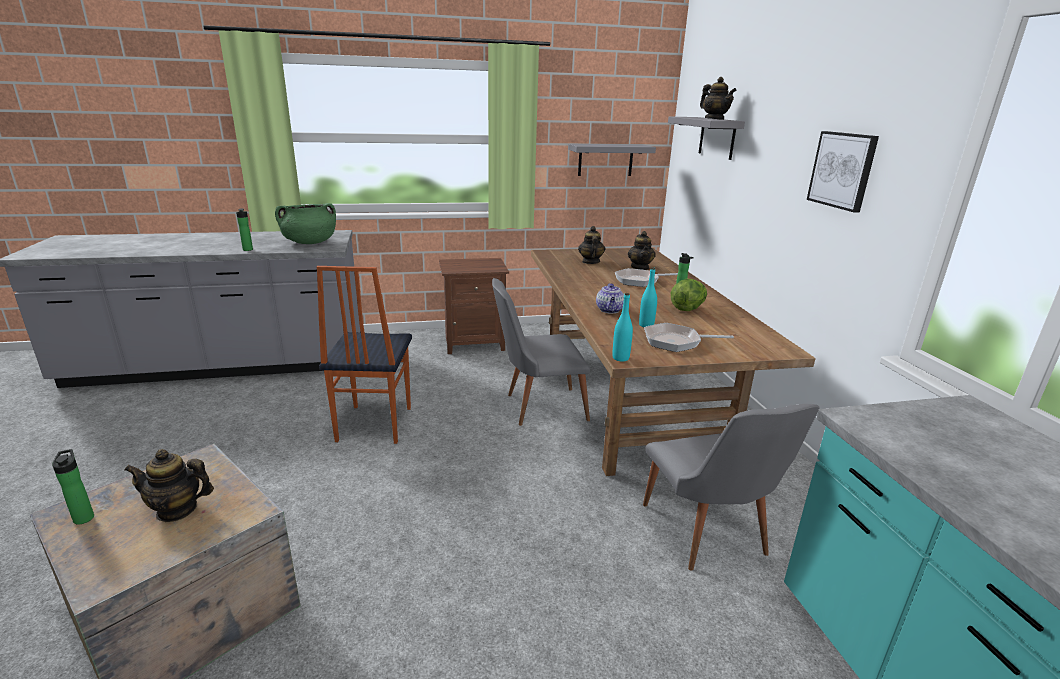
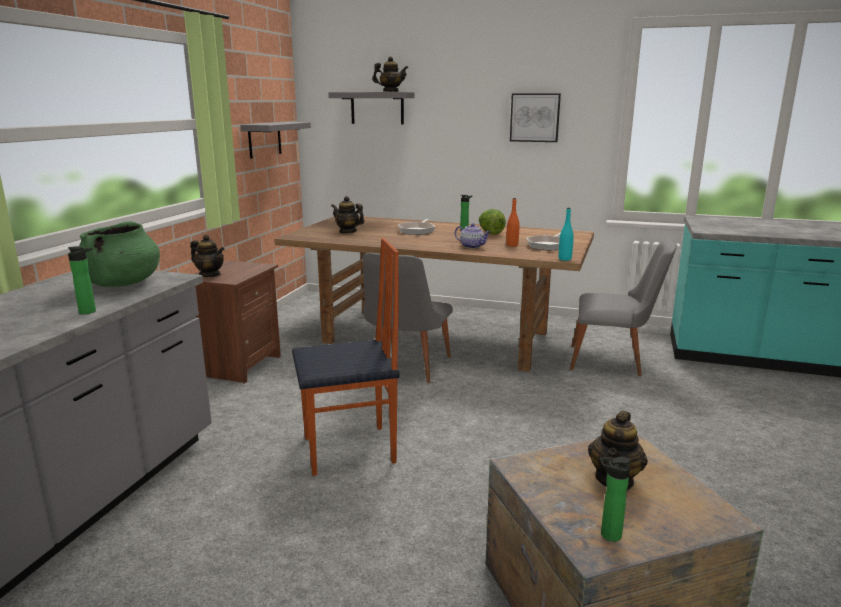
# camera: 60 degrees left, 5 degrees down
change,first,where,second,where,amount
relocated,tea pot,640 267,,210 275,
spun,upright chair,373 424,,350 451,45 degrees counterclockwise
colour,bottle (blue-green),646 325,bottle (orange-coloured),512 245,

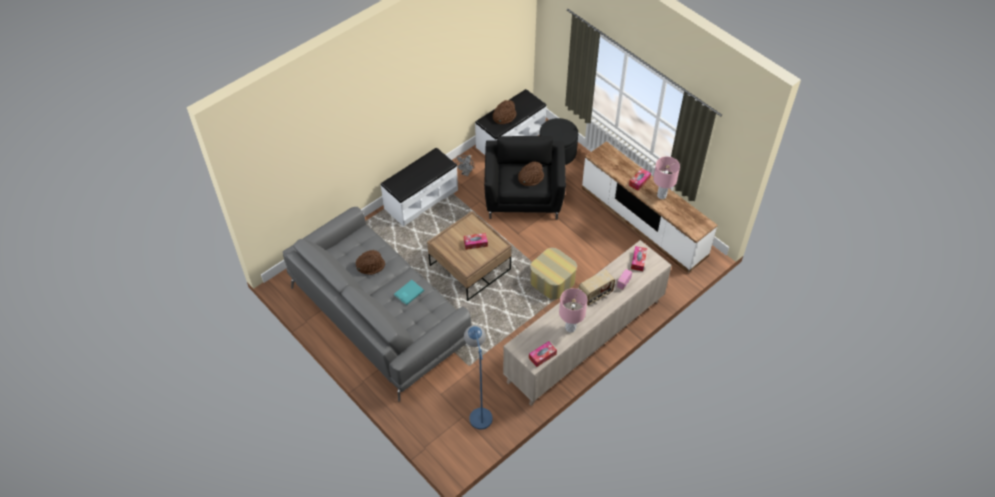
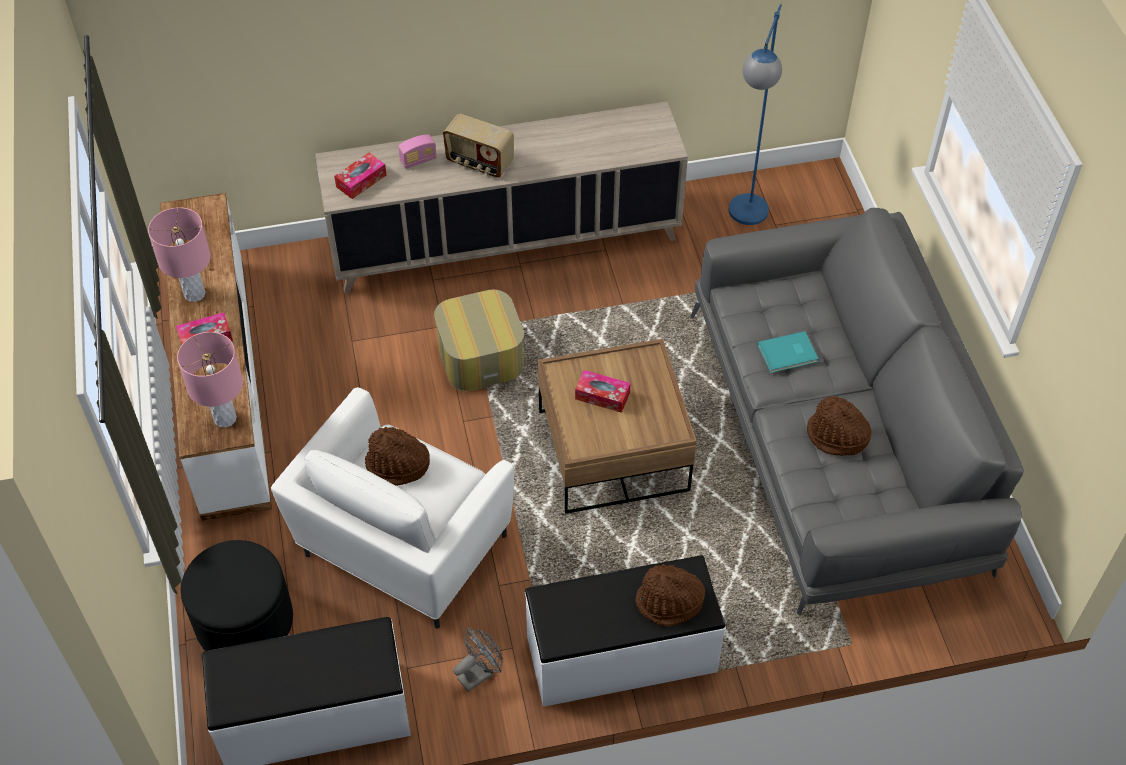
# camera: 150 degrees left, 0 degrees up
change,first,where,second,where,amount
relocated,table lamp (pink),570 328,,225 418,
colour,armchair (blackish),524 197,armchair (white),402 547,
spun,radio receiver,595 294,,479 163,150 degrees counterclockwise
relocated,clothing hat (brownish),504 116,,669 603,
missing,box of tissues,542 356,,,

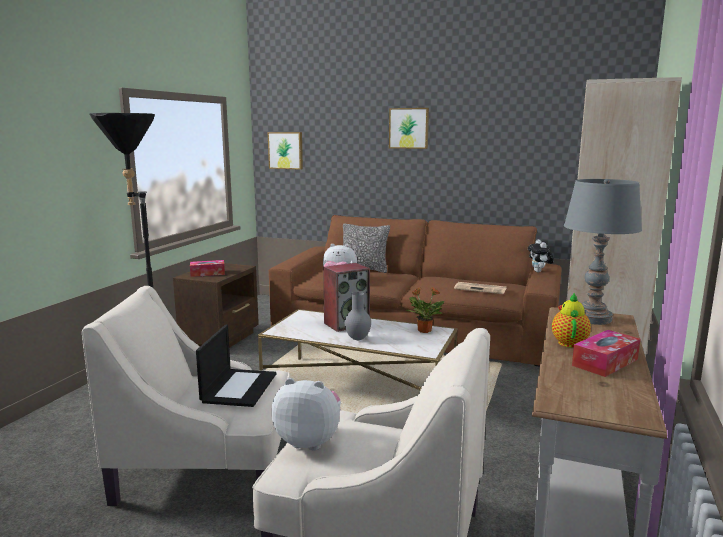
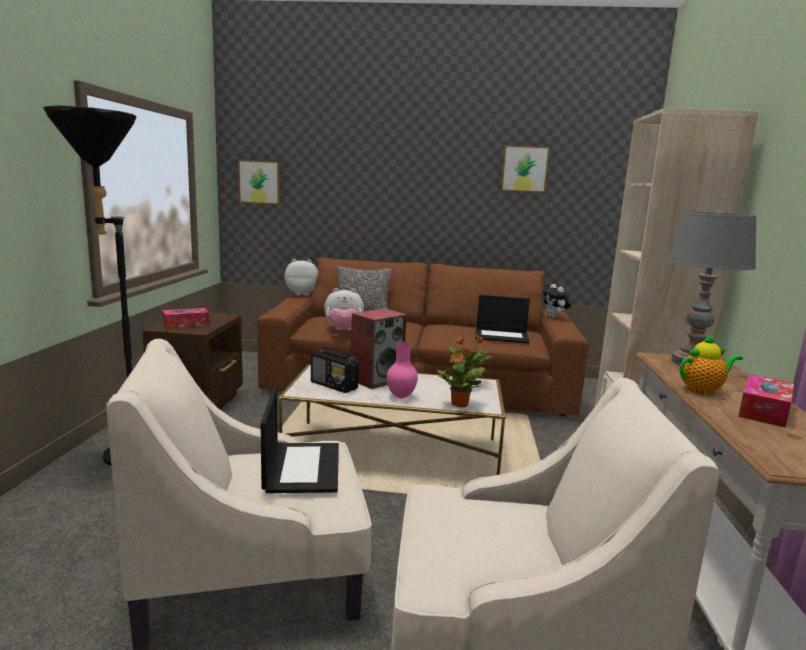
# camera: 15 degrees left, 0 degrees up
change,first,where,second,where,amount
relocated,plush toy,309 441,,302 294,
appeared,,,radio receiver,334 386,
colour,flower vase (grey),357 339,flower vase (pink),400 396,
appeared,,,plant in a pot,459 404,
exchanged,printed paper,481 289,portable computer,502 336,
relocated,wall art,409 128,,524 169,
spun,tea pot,569 342,,703 390,75 degrees clockwise

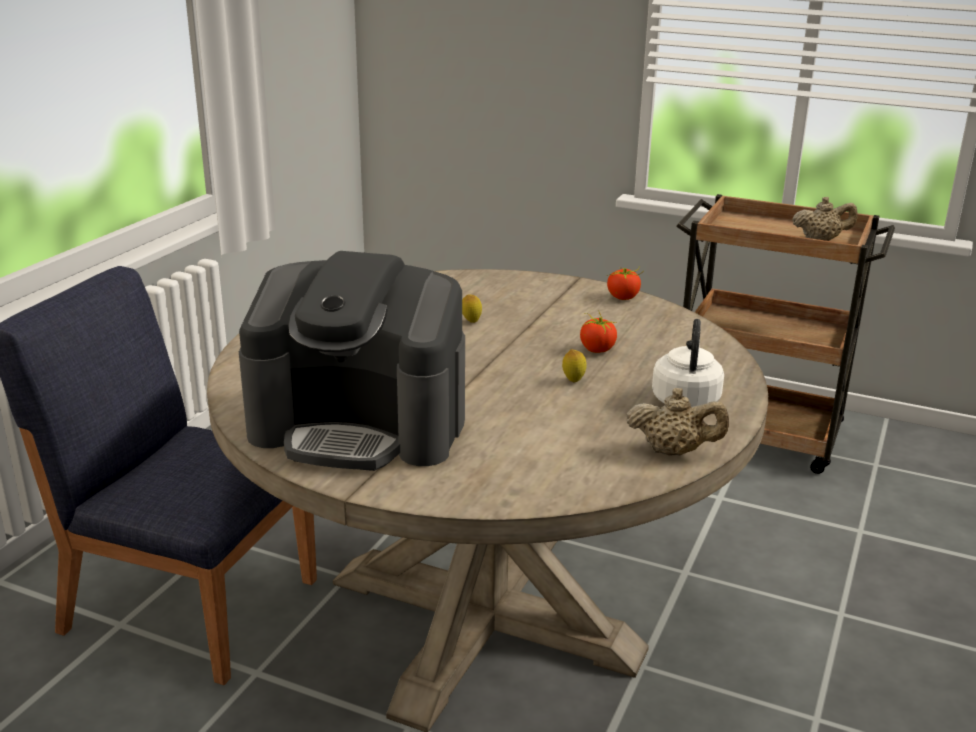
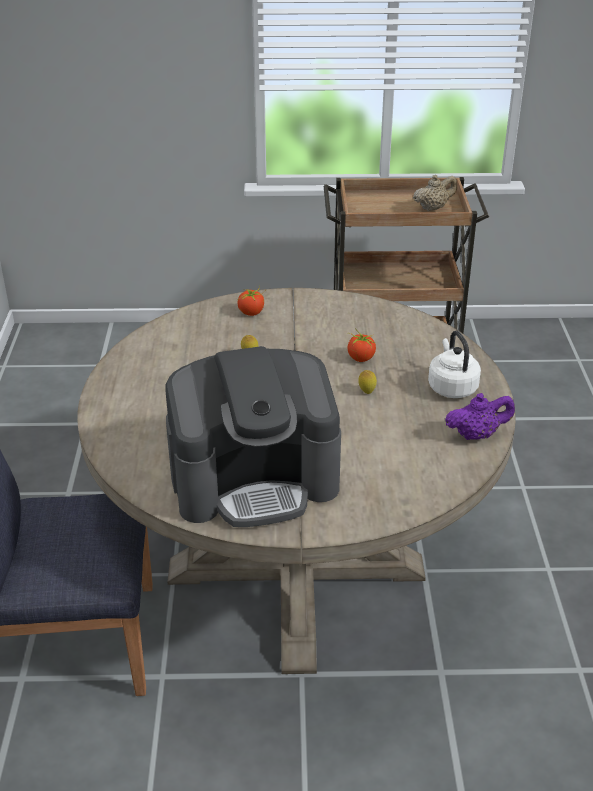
# camera: 25 degrees left, 10 degrees up
change,first,where,second,where,amount
relocated,tomato,623 297,,251 312,
colour,tea pot (beige),673 451,tea pot (purplish),477 435,

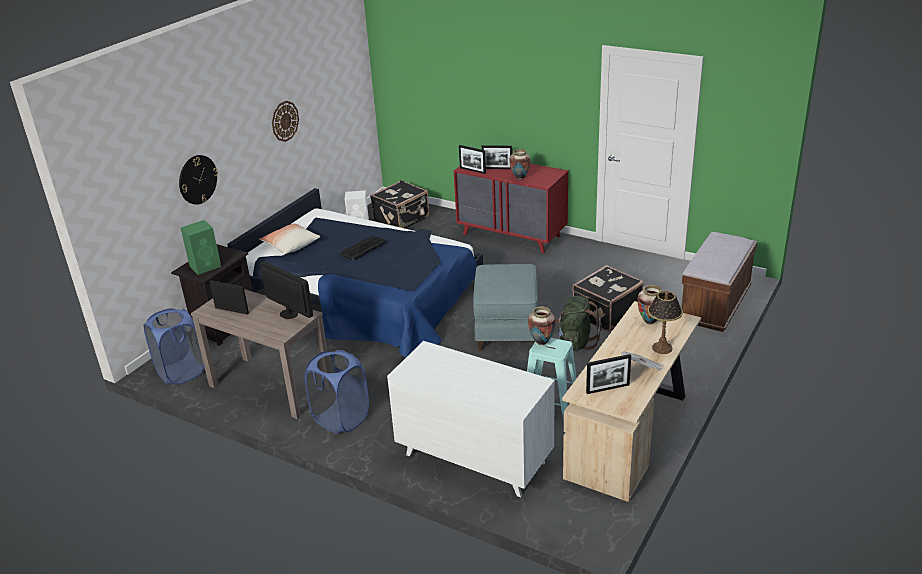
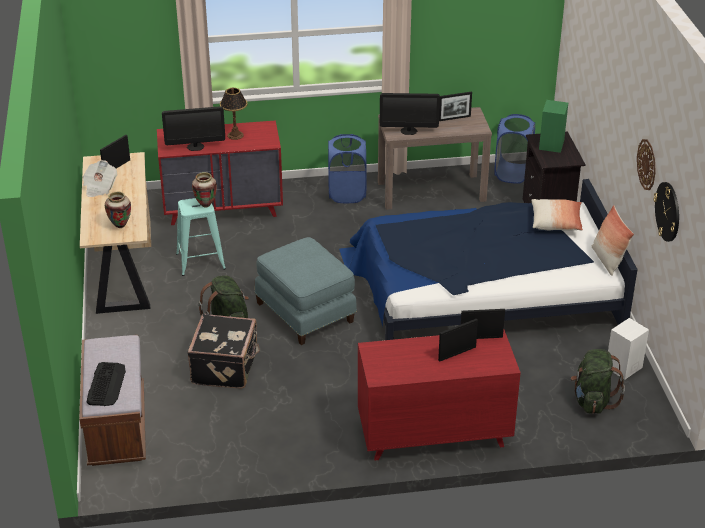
# camera: 140 degrees right, 5 degrees up
change,first,where,second,where,amount
relocated,keyboard,363 248,,106 384,
colour,chest of drawers (white),473 458,chest of drawers (reddish),223 208,
appeared,,,monitor,195 147,
relocated,table lamp,662 348,,235 135,
exchanged,piece of luggage (blackish),402 220,rucksack (green-coloured),592 401,
appeared,,,pillow,607 260,
relocated,clock on the wall,197 179,,668 211,
missing,flower vase,520 178,,,

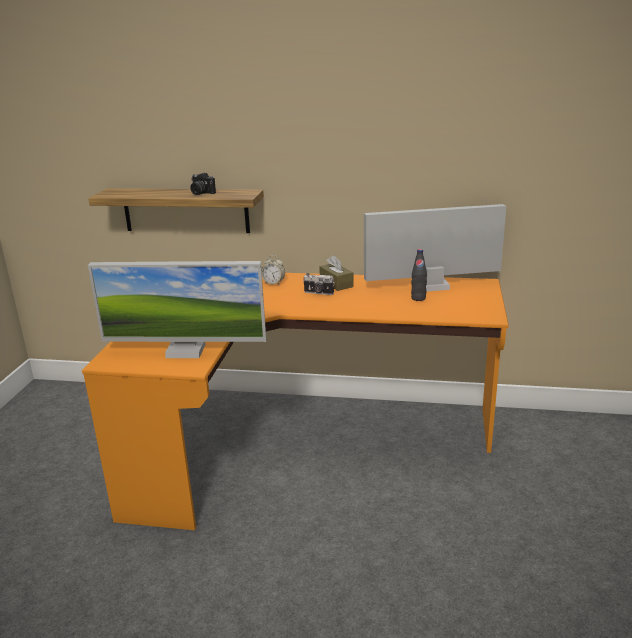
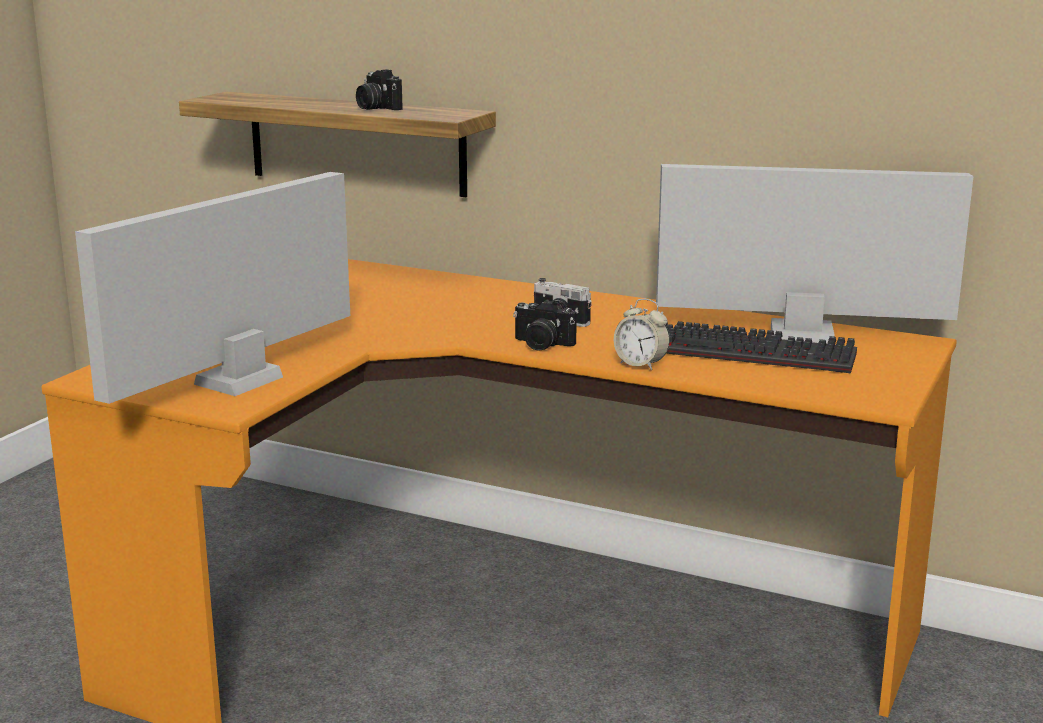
# camera: 15 degrees right, 5 degrees down
change,first,where,second,where,amount
spun,monitor,185 351,,238 380,105 degrees clockwise
appeared,,,photo camera,541 345,
relocated,alarm clock,274 283,,641 364,
exchanged,bottle (blackish),418 298,keyboard,754 352,
missing,box of tissues (brownish),336 283,,,

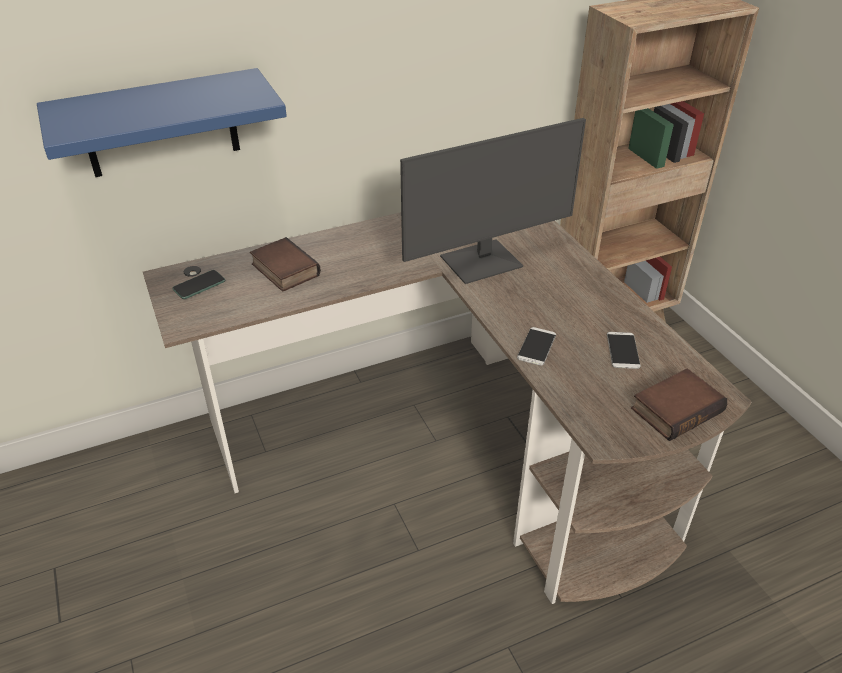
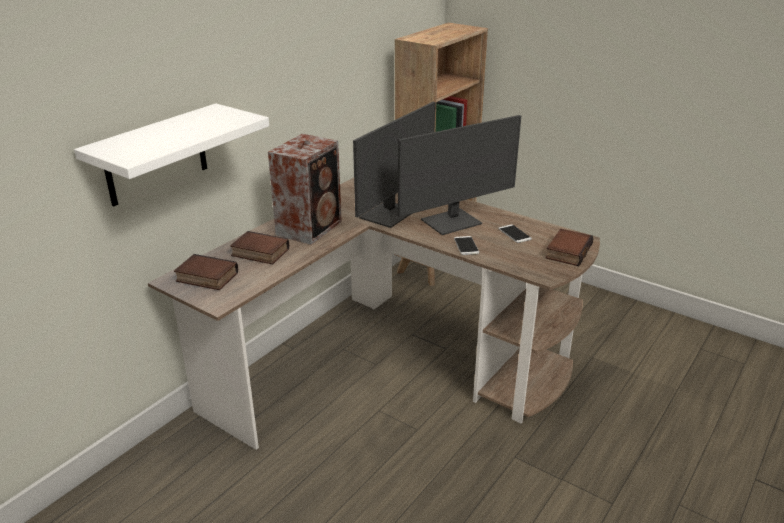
# camera: 30 degrees left, 10 degrees down
change,first,where,second,where,amount
colour,wall shelf (blue-coloured),160 124,wall shelf (white),156 155,
exchanged,phone,199 285,bound book,205 277,
appeared,,,loudspeaker,311 227,
appeared,,,monitor,452 222,

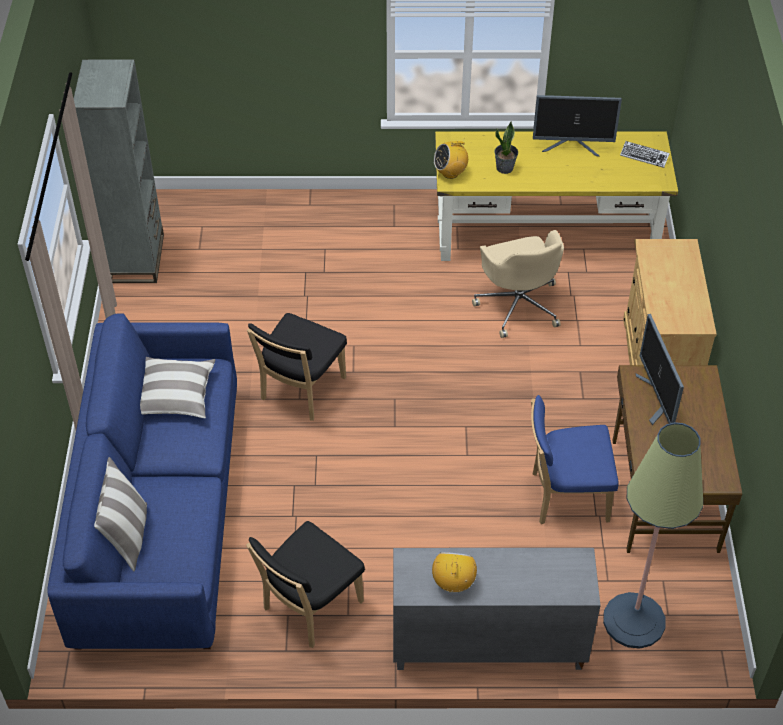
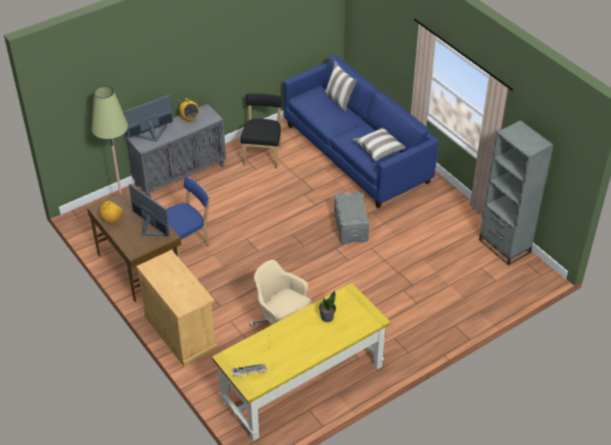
# camera: 145 degrees right, 5 degrees down
change,first,where,second,where,amount
relocated,radio receiver,450 173,,112 220,
relocated,monitor,572 146,,152 135,
exchanged,upright chair (blackish),300 391,storage bin (grey),351 227,

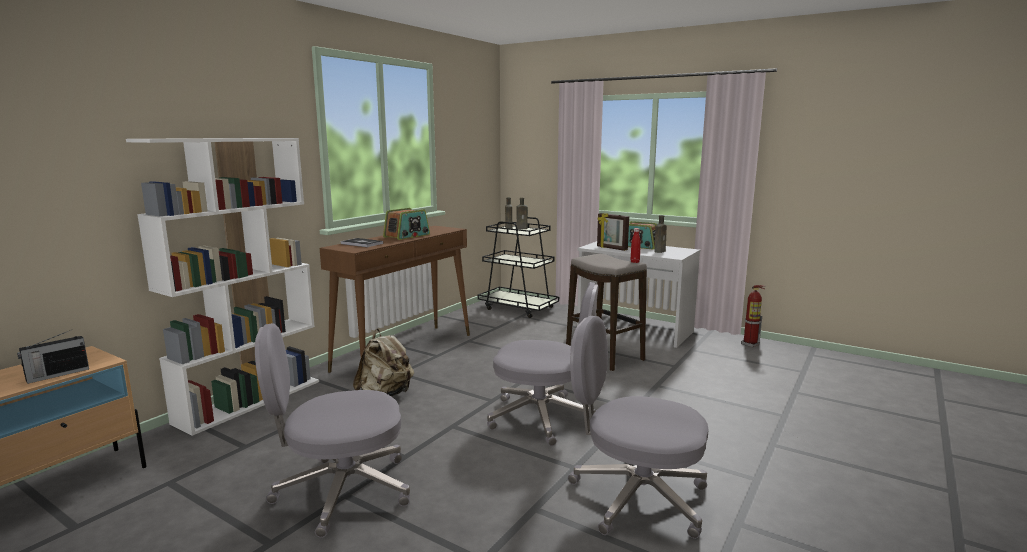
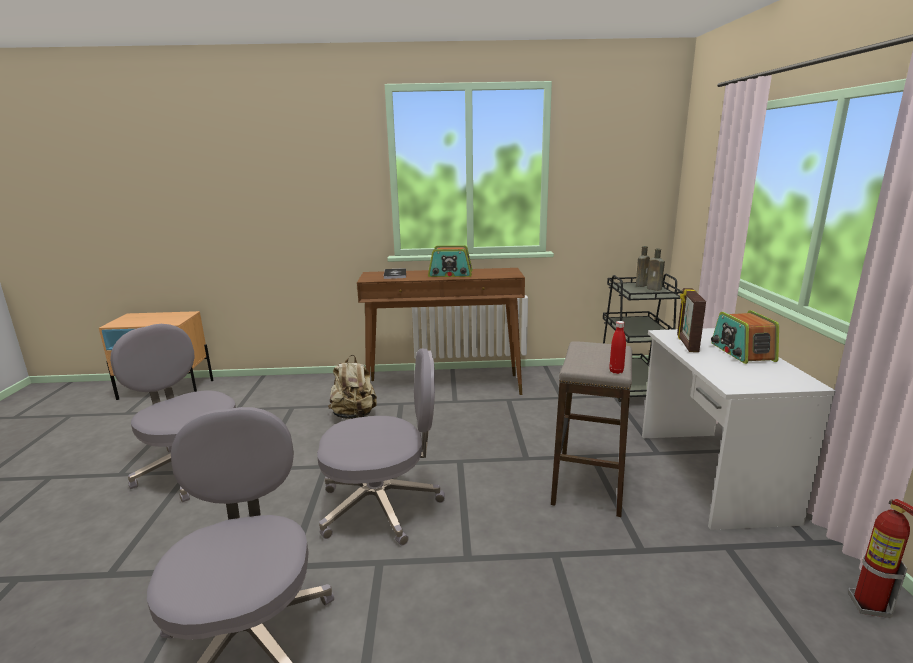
# camera: 55 degrees right, 5 degrees up
change,first,where,second,where,amount
spun,desk chair (grey),543 418,,382 506,75 degrees counterclockwise
missing,radio receiver,56 375,,,
missing,bookcase (white),250 401,,,
missing,bottle (brownish),660 251,,,

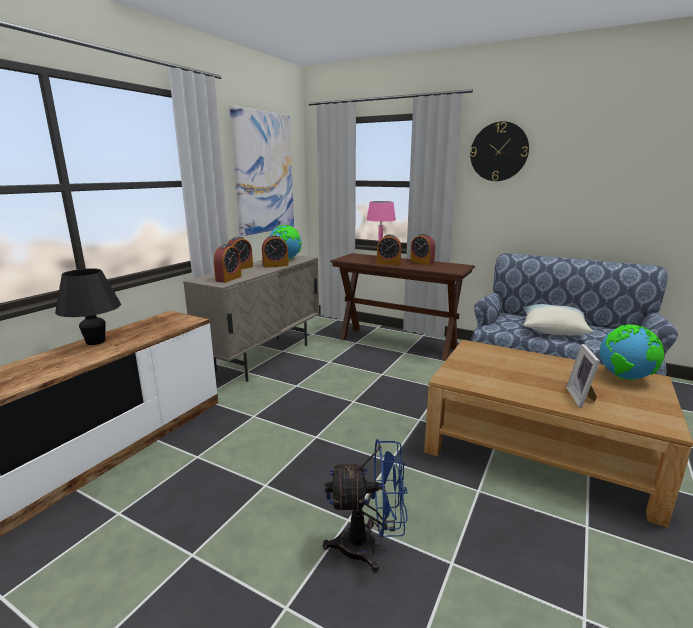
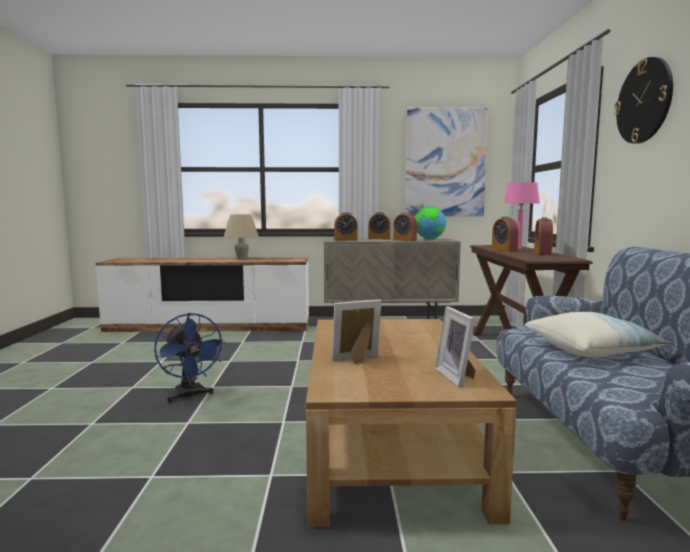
# camera: 60 degrees right, 10 degrees down
change,first,where,second,where,amount
colour,table lamp (blackish),95 342,table lamp (beige),242 258,
exchanged,desk globe,625 377,photo frame,457 376,

